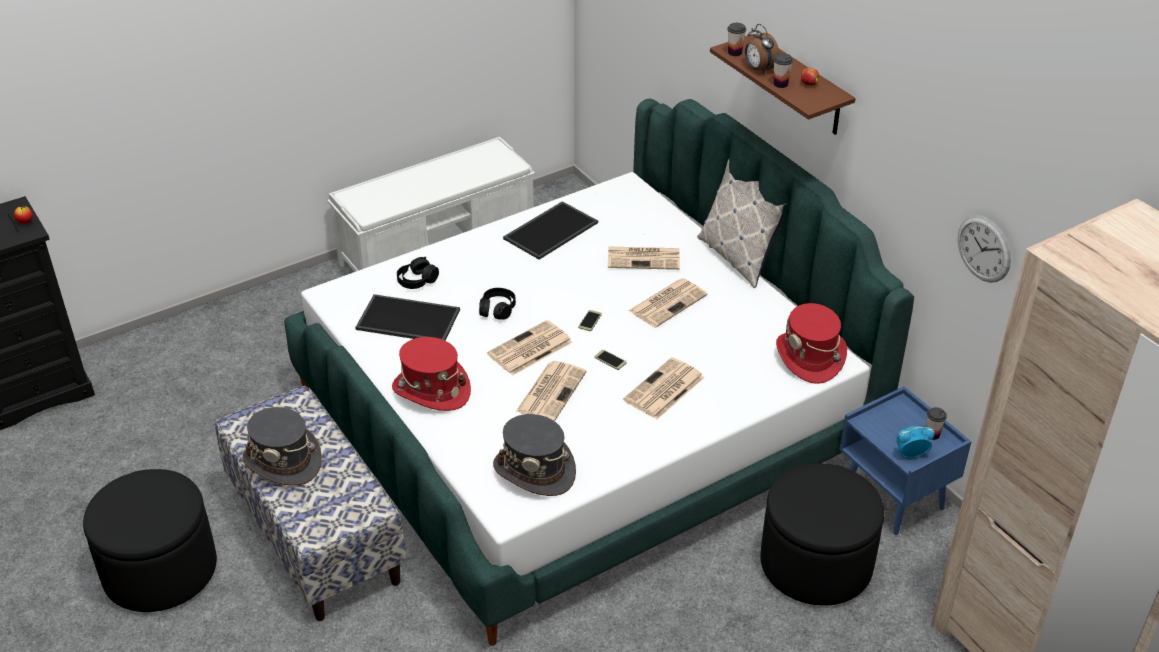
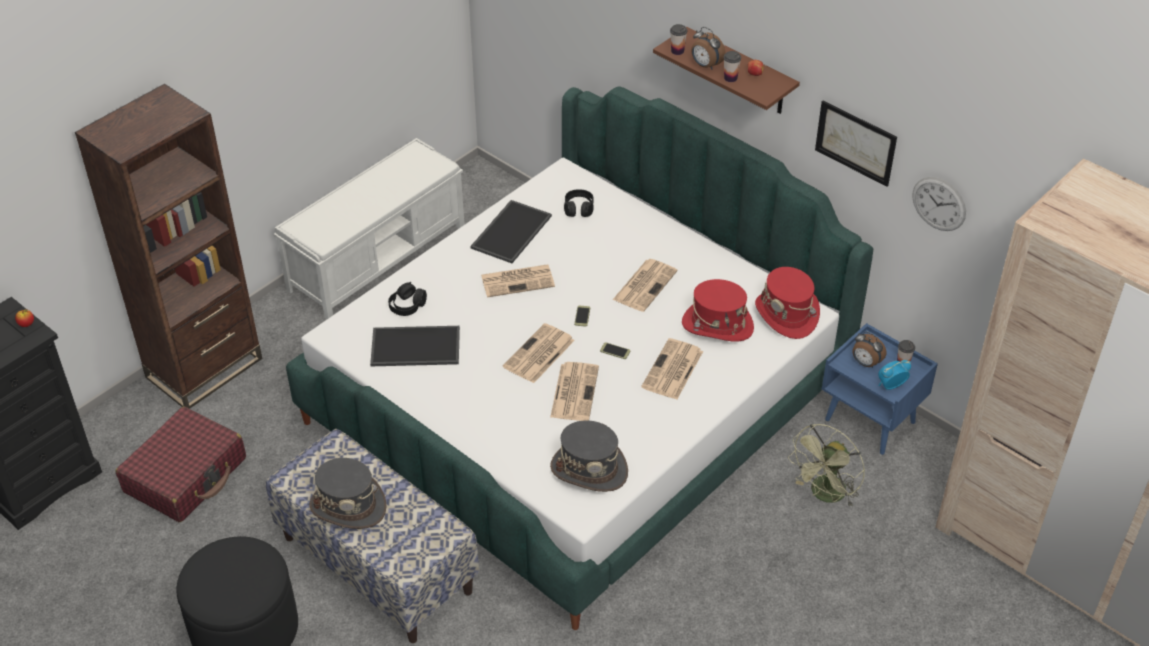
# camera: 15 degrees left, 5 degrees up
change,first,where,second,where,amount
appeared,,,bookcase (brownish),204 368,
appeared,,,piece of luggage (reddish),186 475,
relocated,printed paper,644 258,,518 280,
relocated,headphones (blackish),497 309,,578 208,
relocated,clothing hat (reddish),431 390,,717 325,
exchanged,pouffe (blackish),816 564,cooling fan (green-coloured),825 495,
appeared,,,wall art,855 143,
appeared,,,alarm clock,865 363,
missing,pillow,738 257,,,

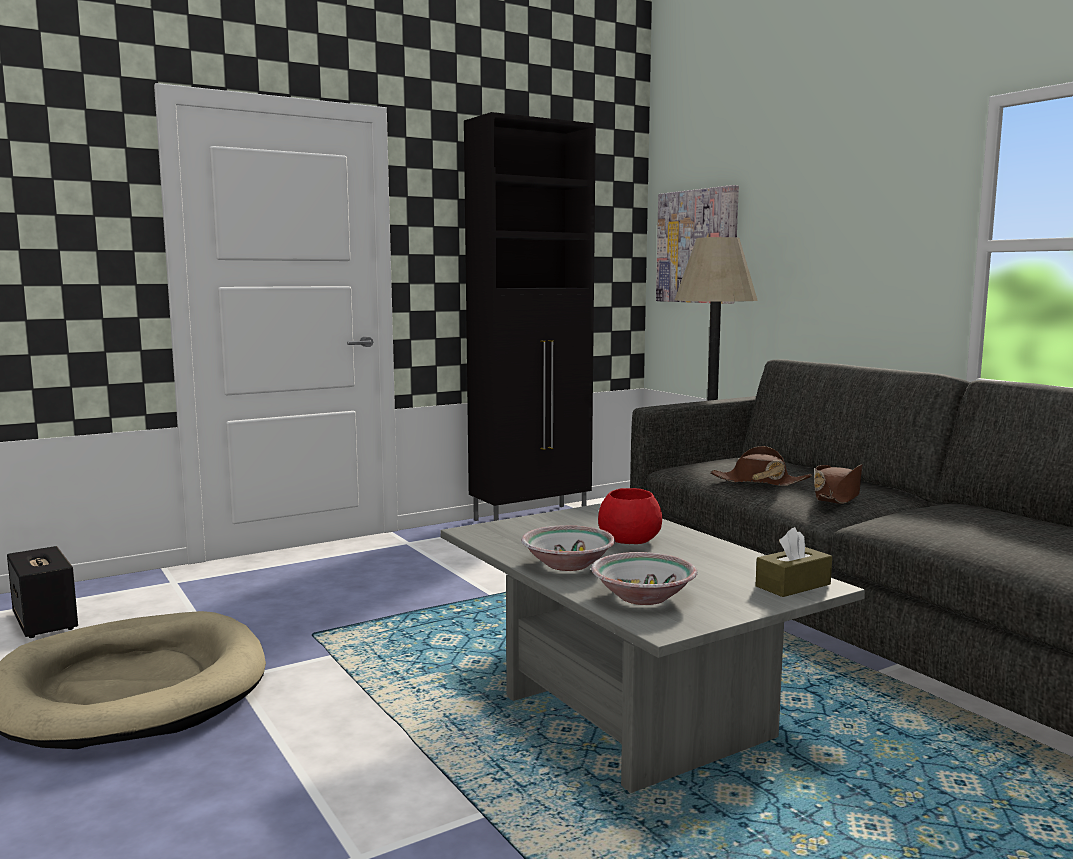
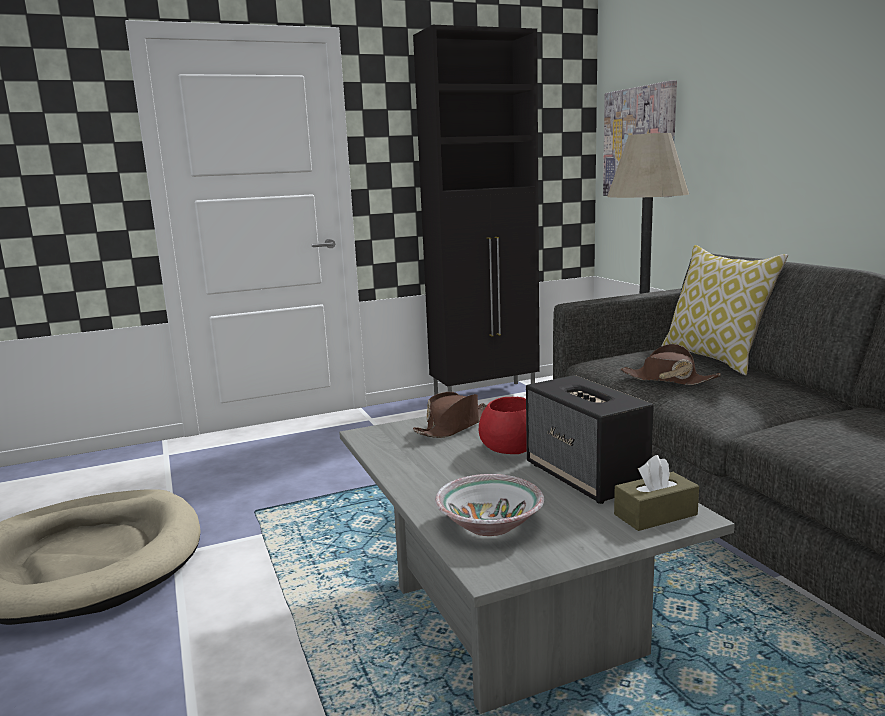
# camera: 10 degrees right, 5 degrees up
change,first,where,second,where,amount
relocated,clothing hat (brownish),837 496,,454 426,
relocated,loudspeaker,45 621,,586 477,
appeared,,,pillow,715 359,
missing,serving bowl,568 564,,,

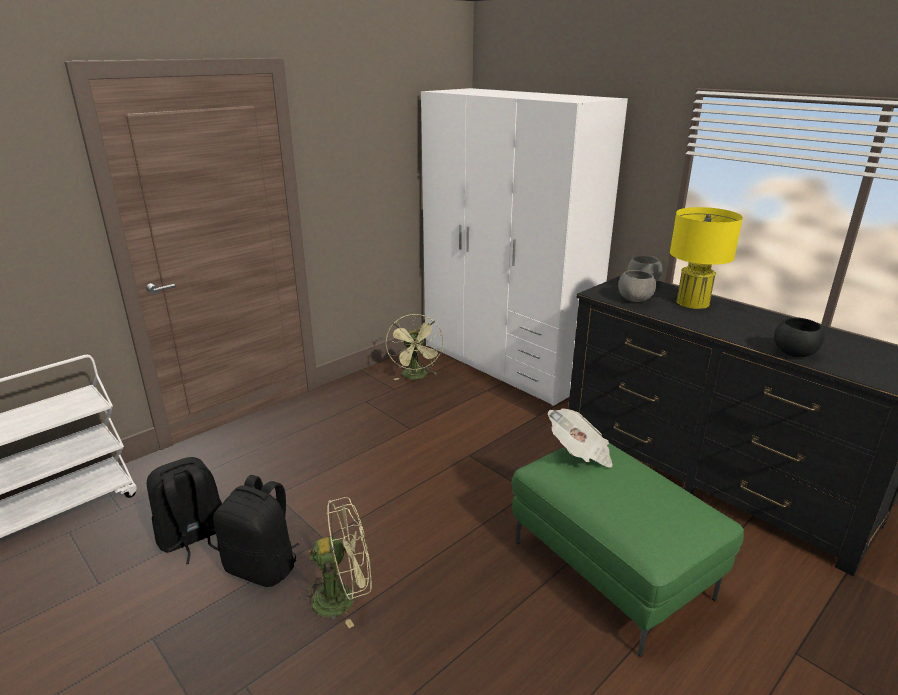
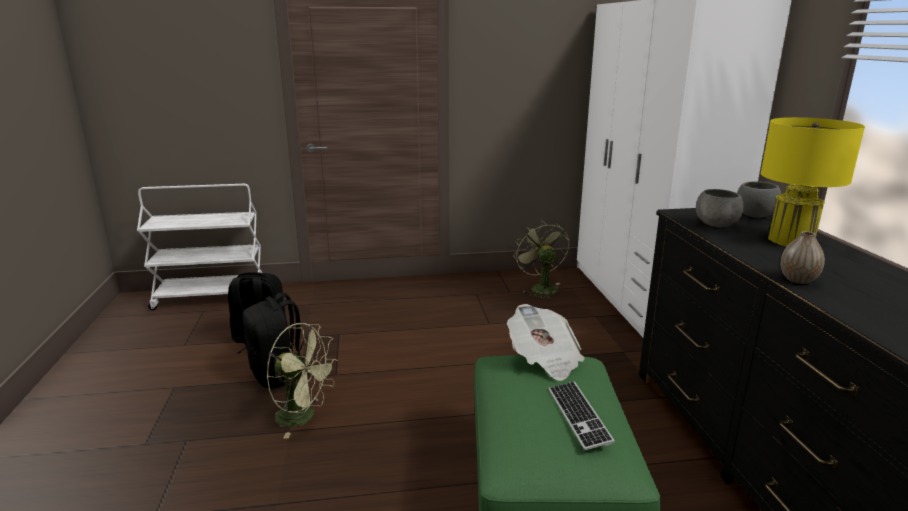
# camera: 35 degrees right, 5 degrees down
change,first,where,second,where,amount
spun,cooling fan (green-coloured),416 377,,540 288,135 degrees clockwise
appeared,,,keyboard,578 416,
appeared,,,flower vase,797 280,
missing,serving bowl (blackish),795 354,,,

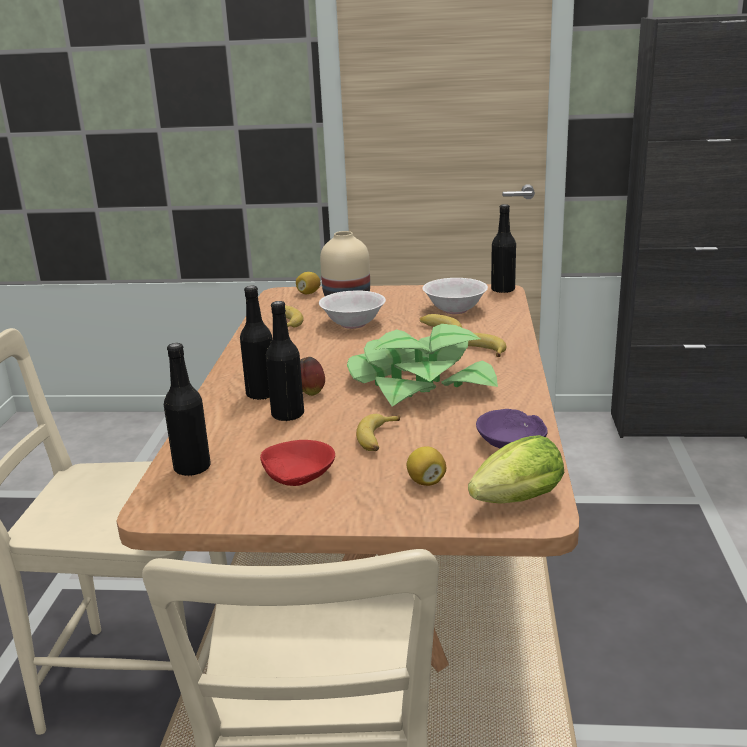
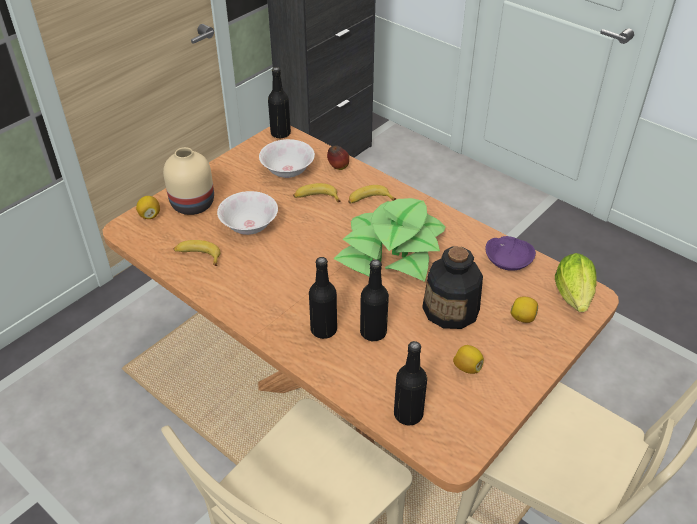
# camera: 55 degrees left, 20 degrees up
change,first,where,second,where,amount
relocated,apple,311 392,,338 168,
exchanged,banana fruit,378 439,bottle,451 309,
exchanged,serving bowl (reddish),298 475,whole lemon,467 367,

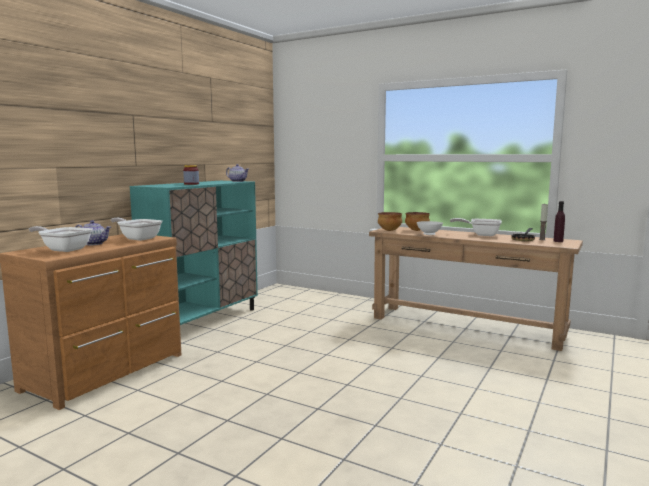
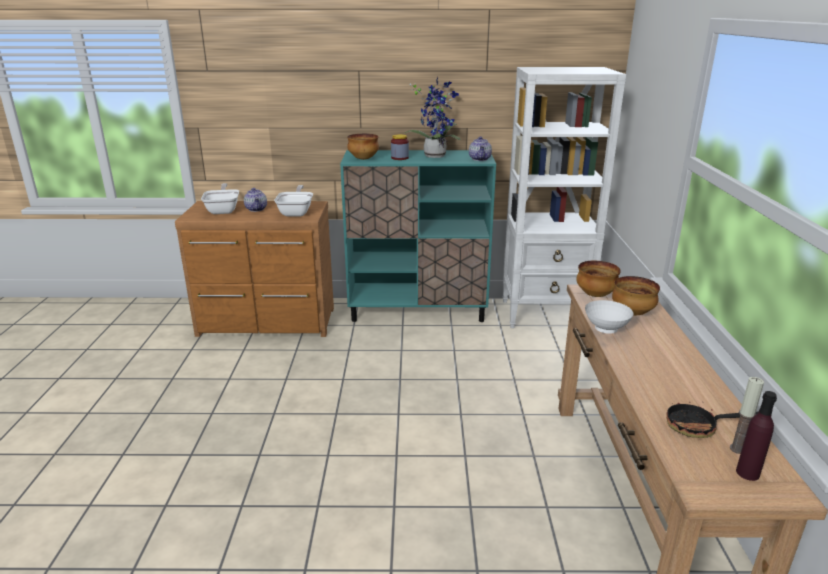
# camera: 60 degrees right, 15 degrees up
change,first,where,second,where,amount
appeared,,,serving bowl,363 159,
appeared,,,plant in a pot,435 155,
appeared,,,bookcase (white),545 314,
missing,frying pan,481 234,,,

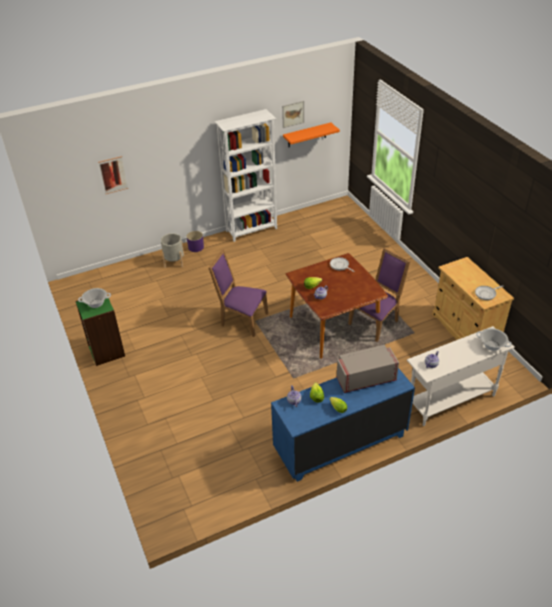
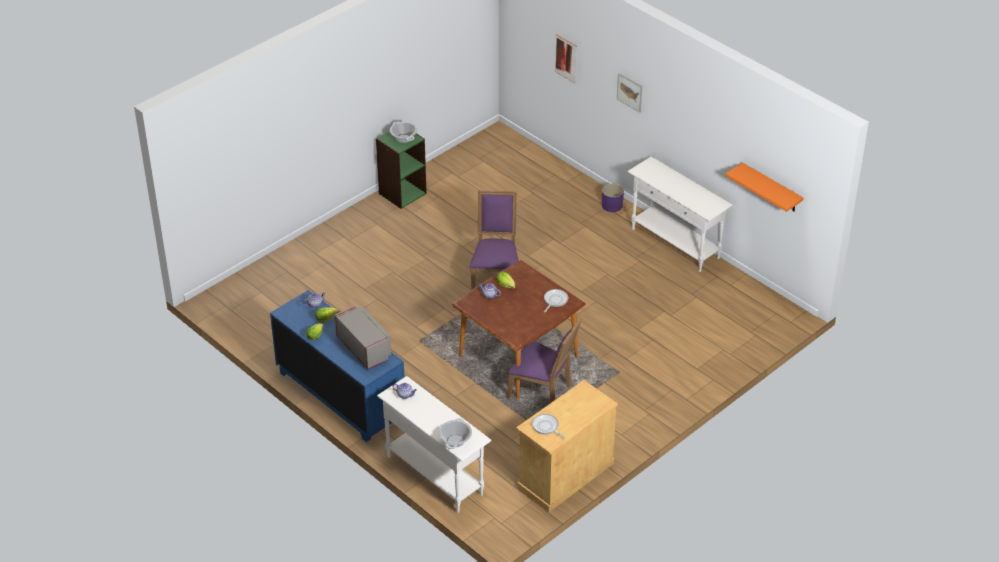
# camera: 70 degrees right, 0 degrees up
change,first,where,second,where,amount
relocated,wall art,293 114,,629 92,
exchanged,bookcase (white),252 230,narrow table (white),675 244,
missing,planter (grey),174 261,,,

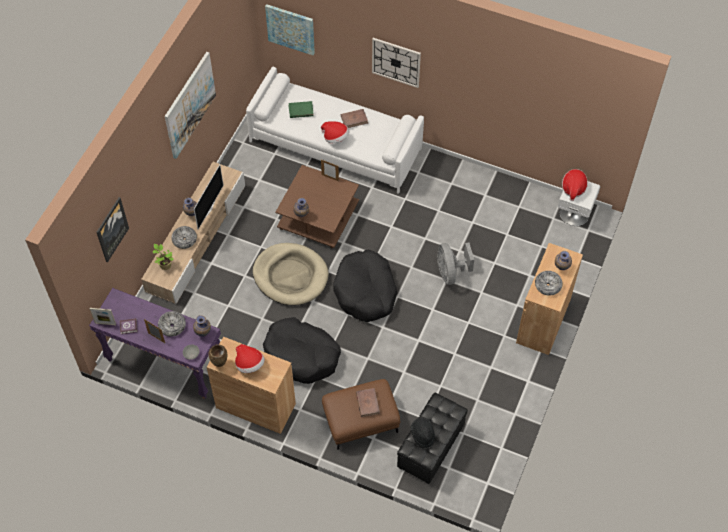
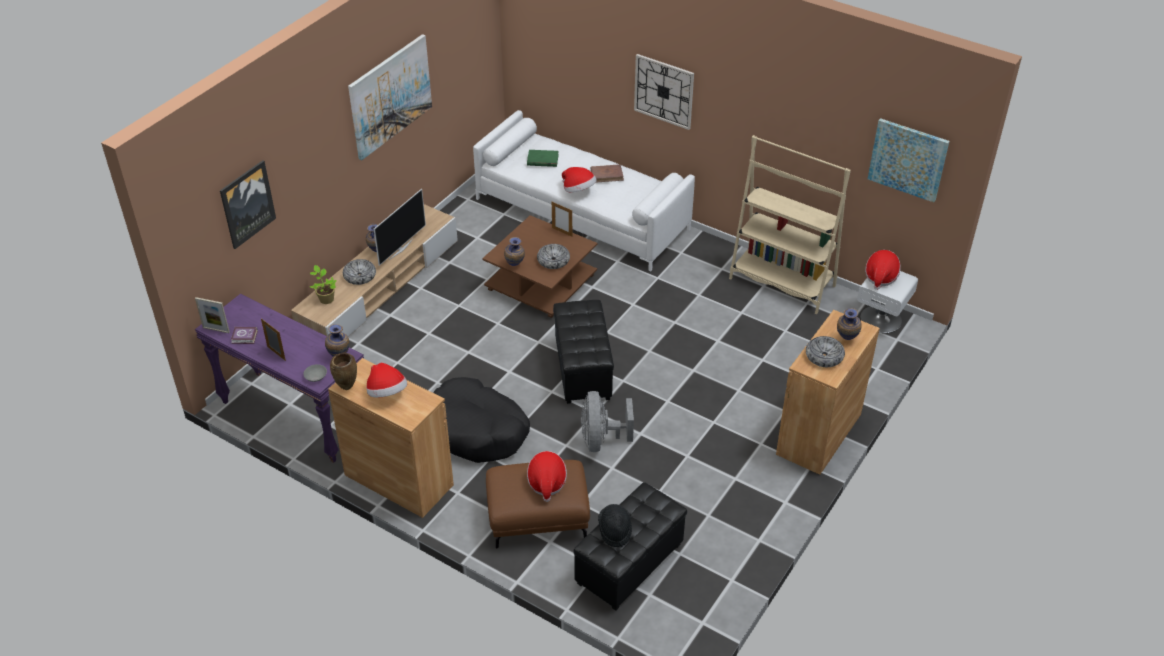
# camera: 10 degrees right, 15 degrees down
change,first,where,second,where,amount
exchanged,bound book (brownish),367 403,clothing hat,546 483,
relocated,serving bowl,172 326,,553 260,
exchanged,dog cushion (blackish),365 291,pouffe (blackish),582 370,
relocated,cooling fan (grey),450 272,,601 440,
appeared,,,bookcase (beige),782 282,
relocated,wall art,290 29,,908 159,
missing,dog cushion (beige),290 276,,,

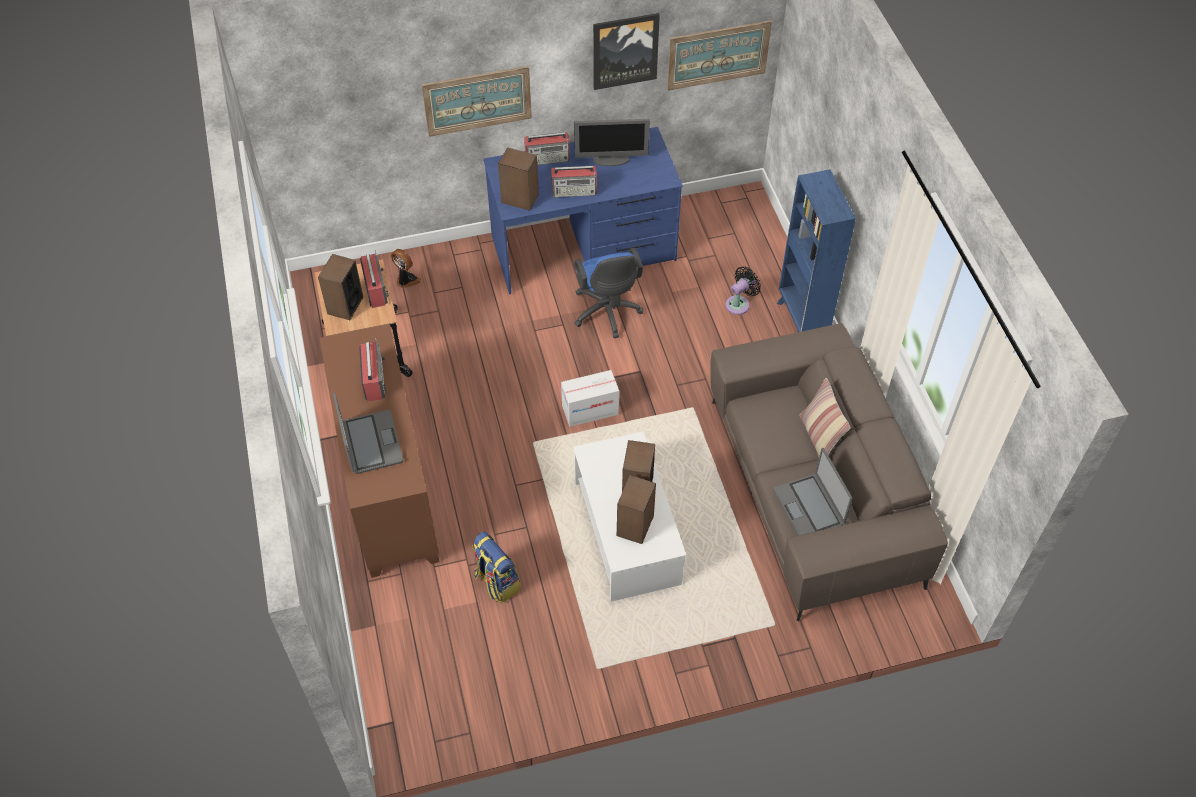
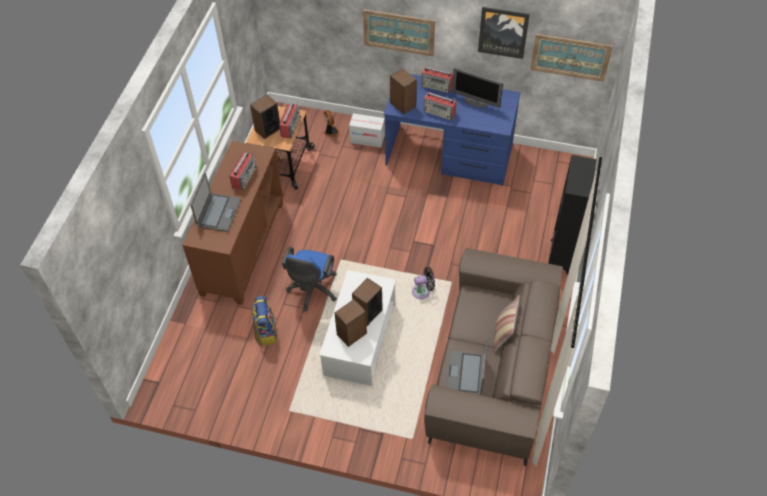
# camera: 30 degrees right, 0 degrees up
change,first,where,second,where,amount
relocated,desk chair (blue-coloured),607 314,,312 291,
relocated,packing box,590 410,,367 139,
relocated,cooling fan (blackish),739 304,,423 291,
colour,bookcase (blue-coloured),802 320,bookcase (blackish),560 257,

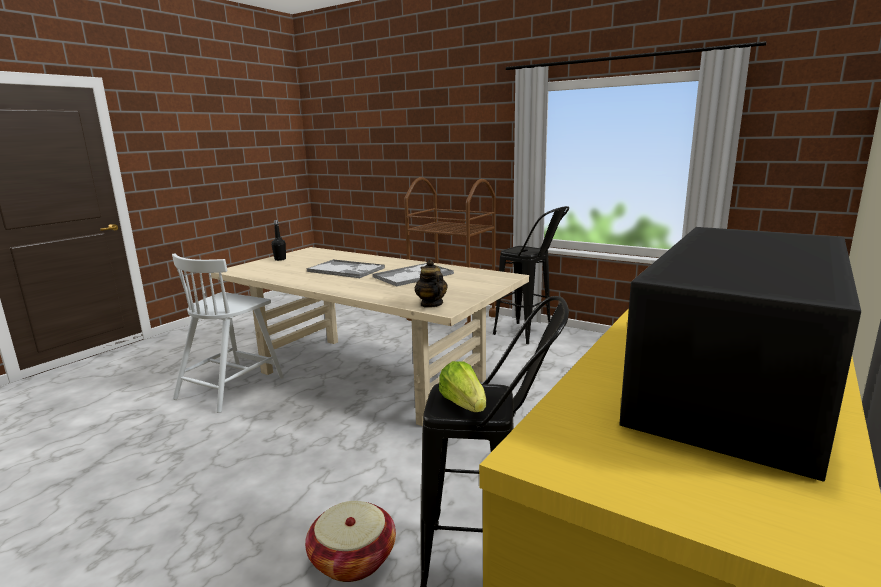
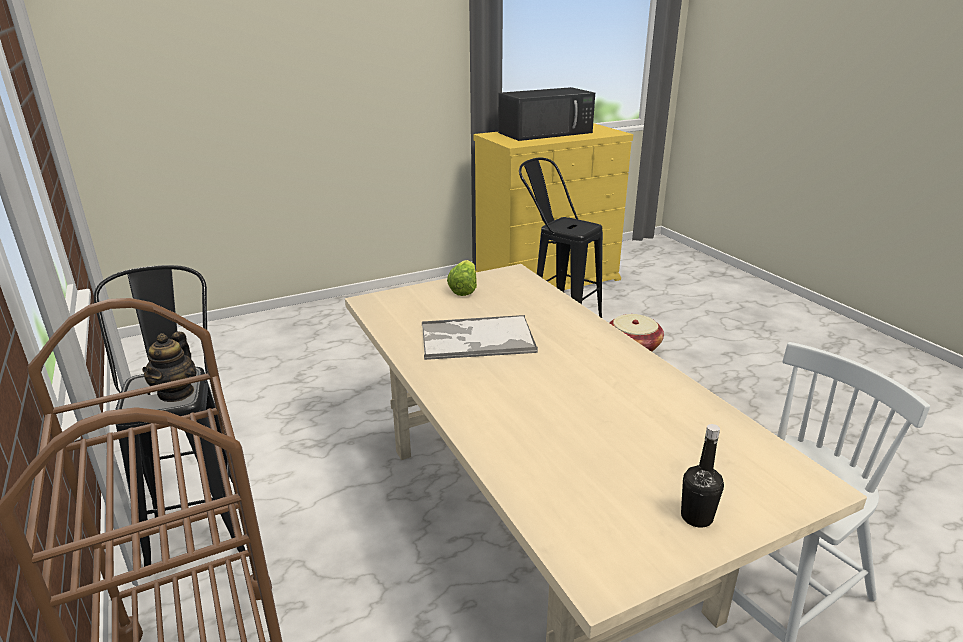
# camera: 150 degrees left, 10 degrees up
change,first,where,second,where,amount
relocated,tea pot,431 304,,176 393,
relocated,lettuce head,464 404,,464 289,
missing,serving tray,346 270,,,

